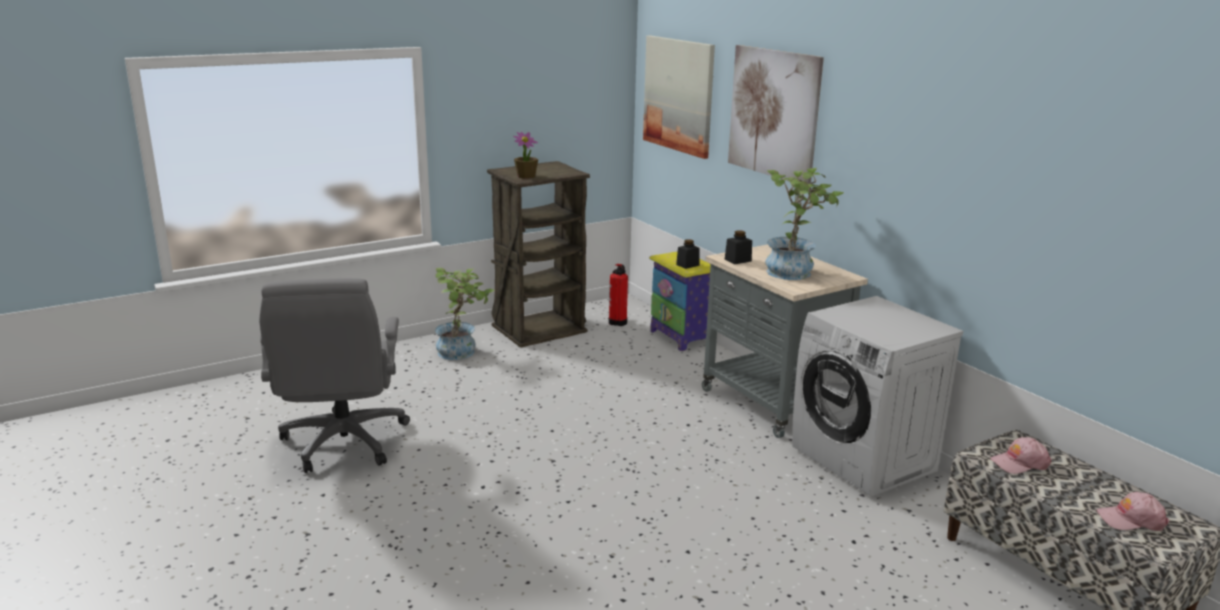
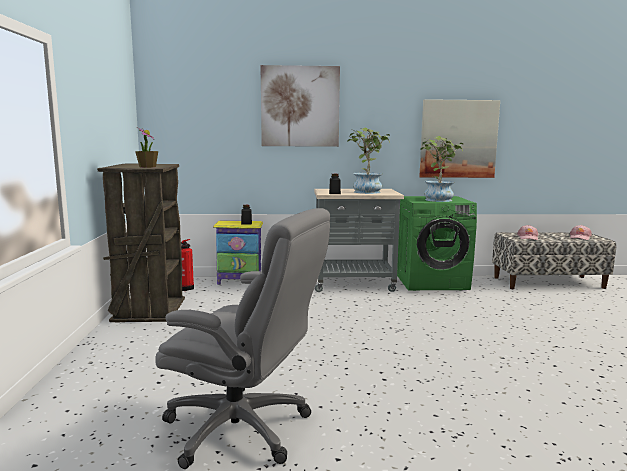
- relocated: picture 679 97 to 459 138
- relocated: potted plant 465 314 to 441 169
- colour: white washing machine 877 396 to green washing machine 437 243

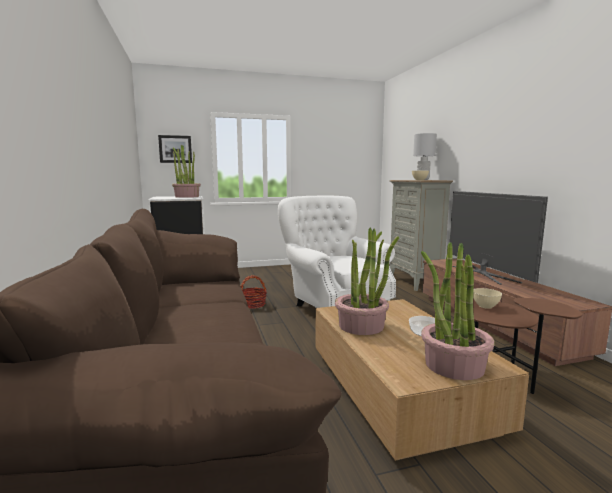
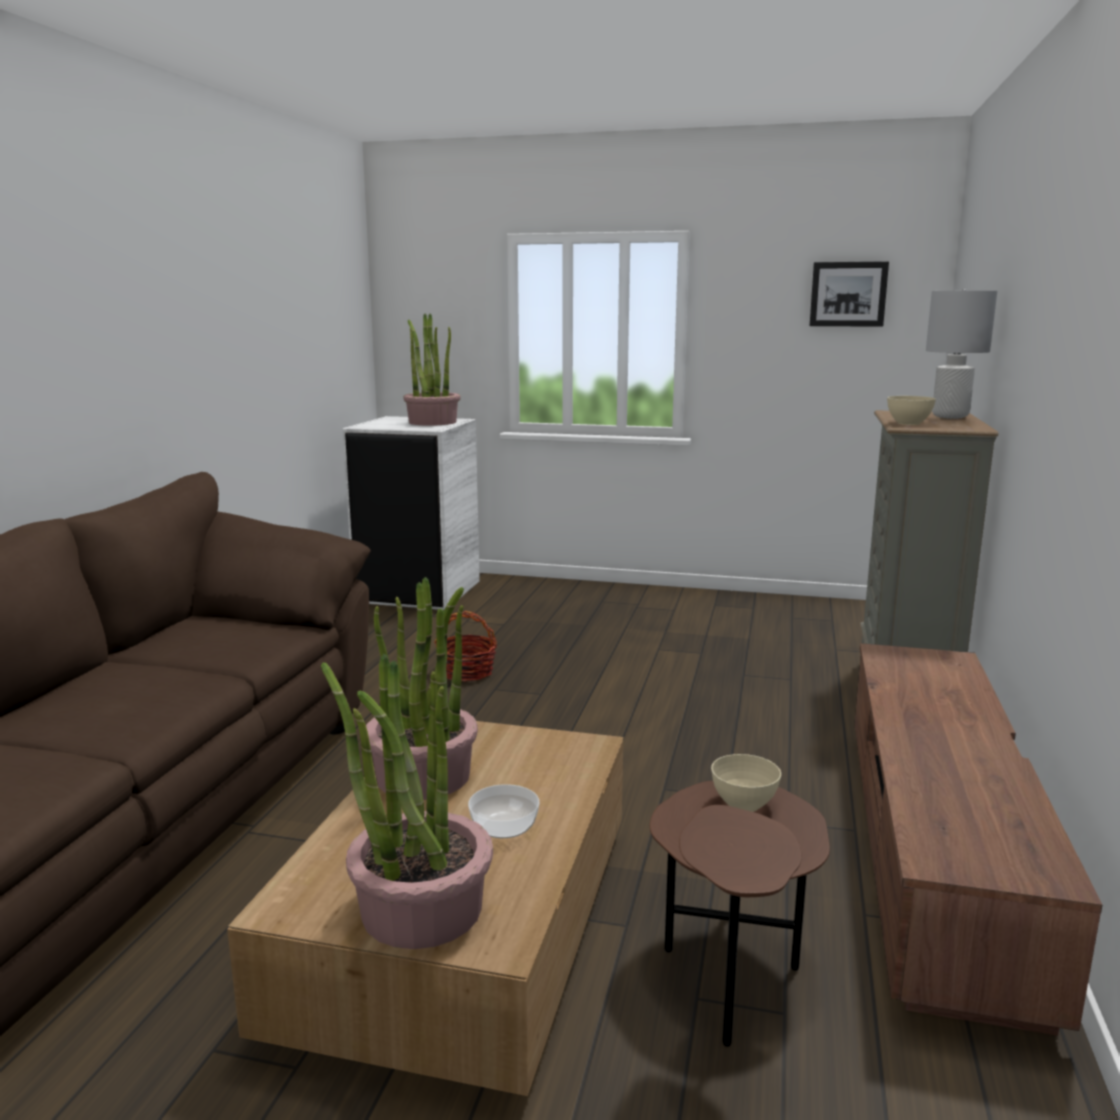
- relocated: picture 175 149 to 849 294
- missing: television 499 238
- missing: white armchair 337 251

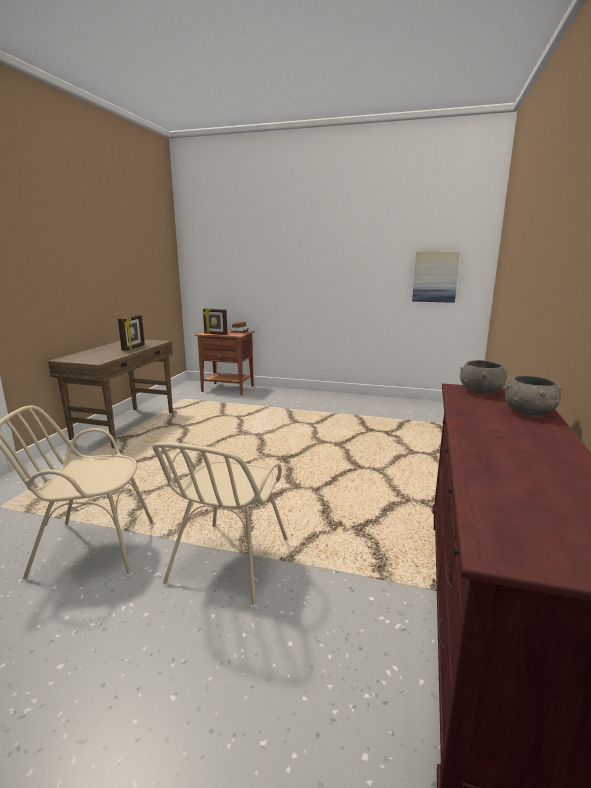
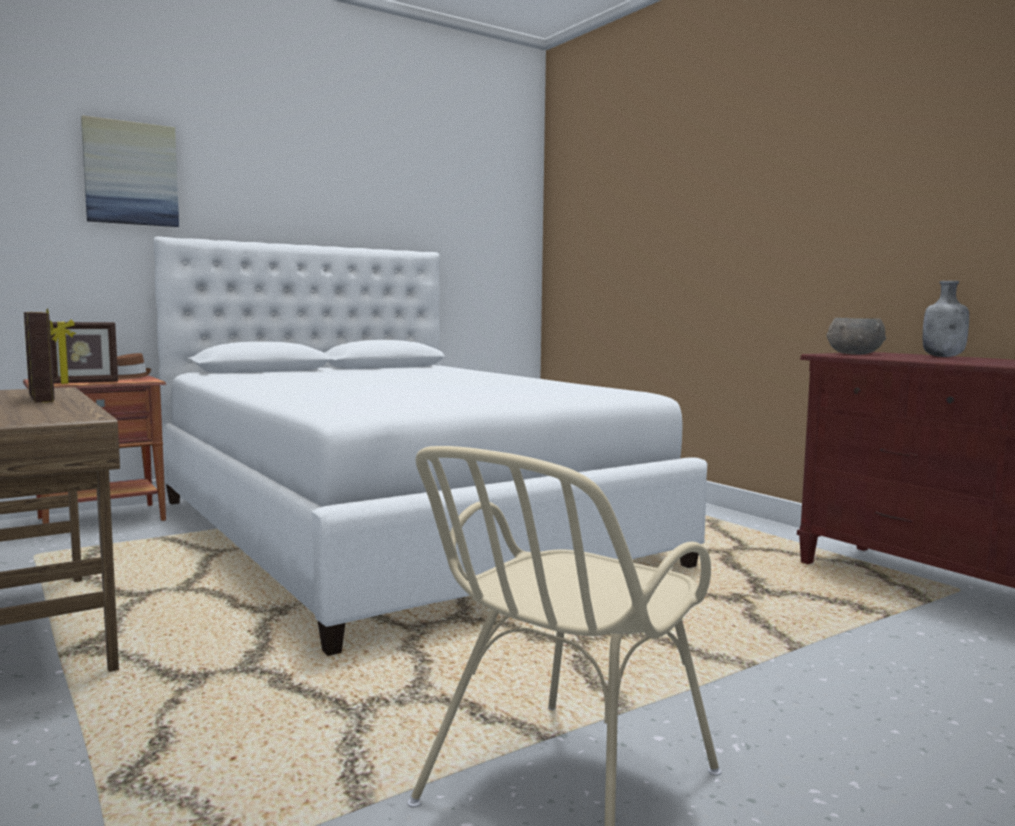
- relocated: picture 436 277 to 130 171
- exchanged: grey bowl 533 395 to grey bottle 946 319
- missing: beige chair 220 525
- appeared: white bed 430 446

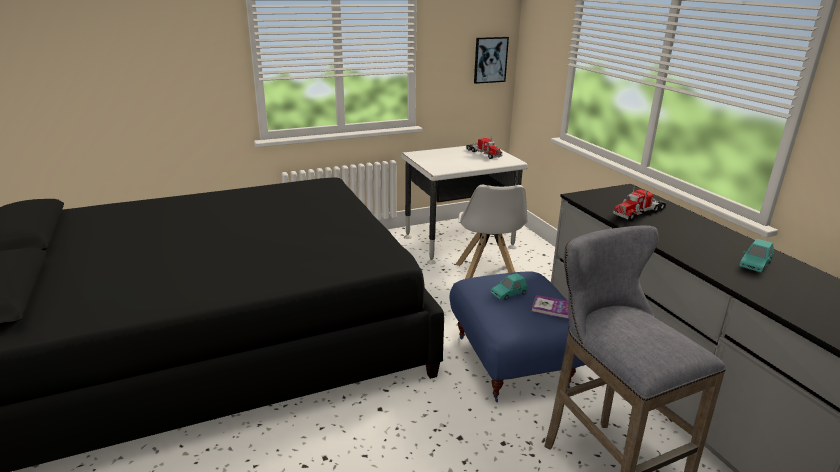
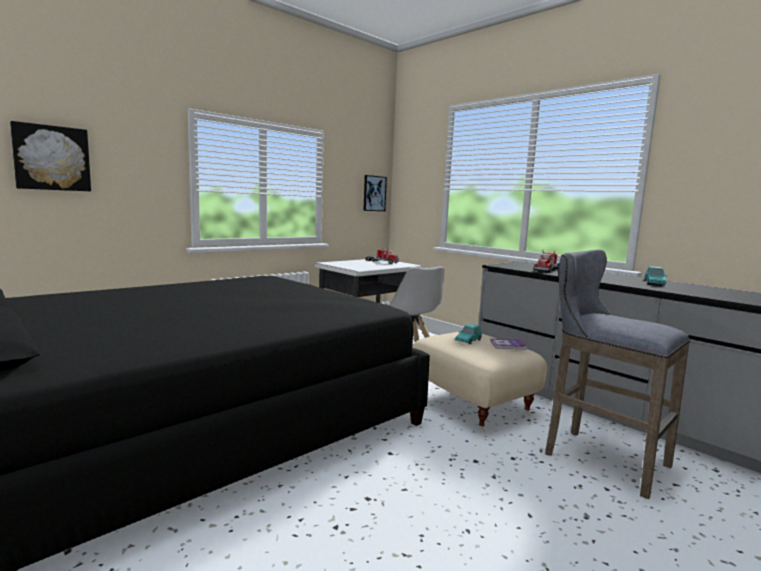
- colour: blue ottoman 518 336 to beige ottoman 480 382
- appeared: picture 50 156

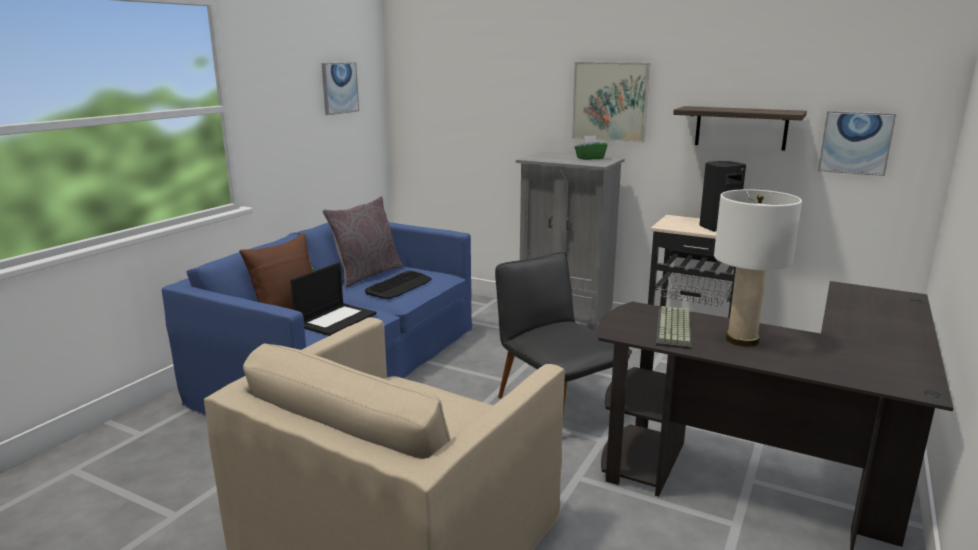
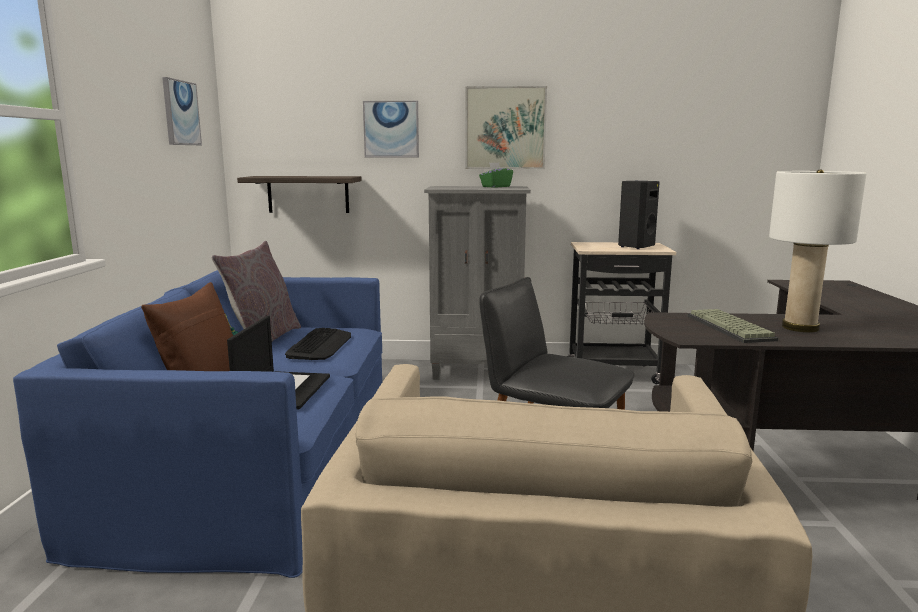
- relocated: shelf 740 128 to 299 194
- relocated: picture 857 143 to 391 129

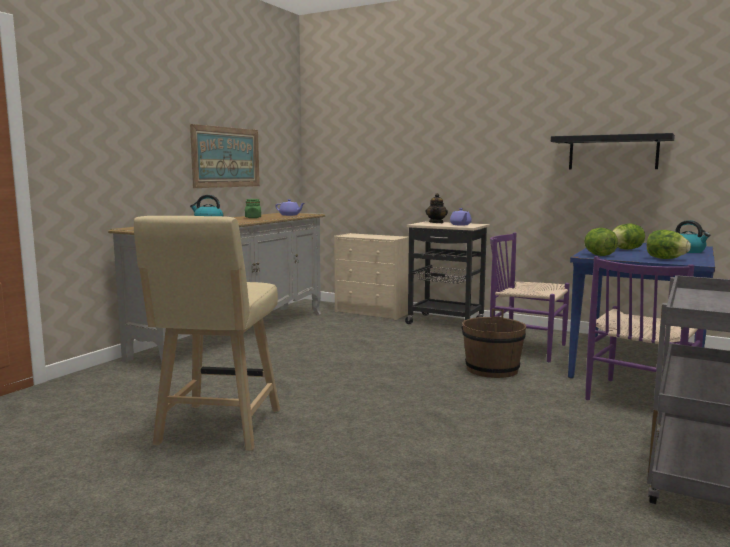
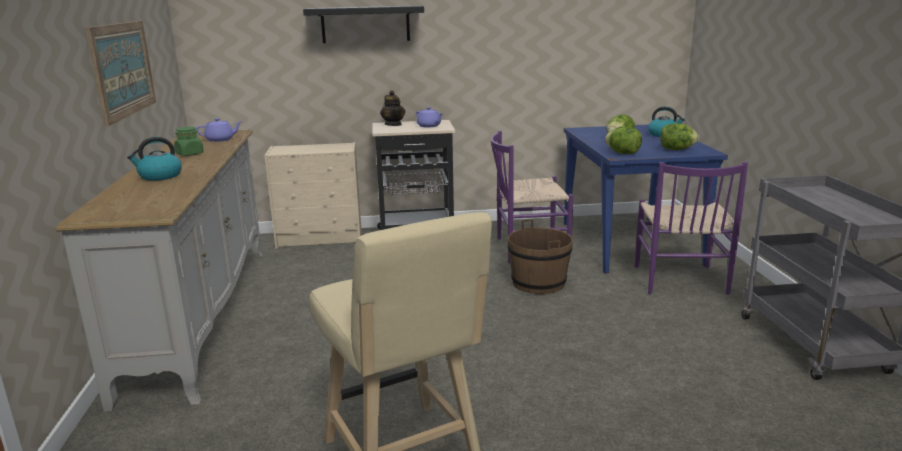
- relocated: black shelf 613 151 to 363 24

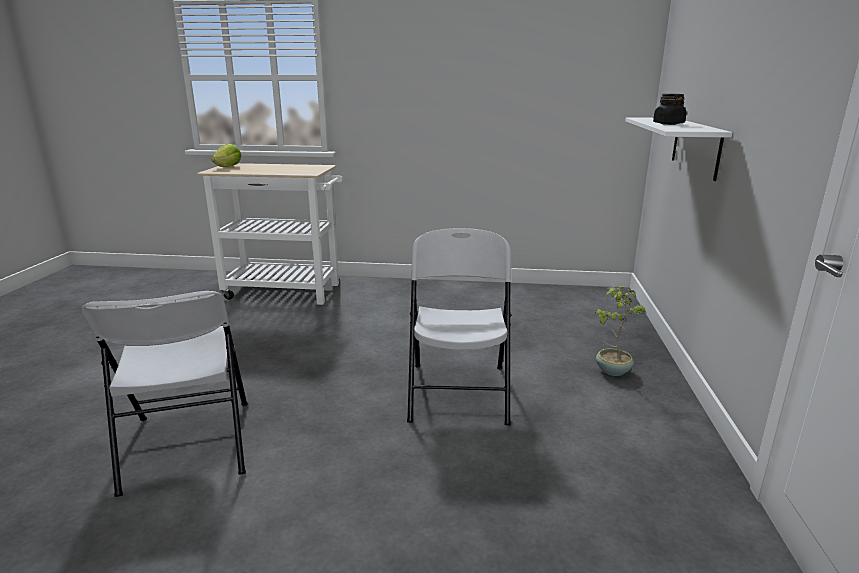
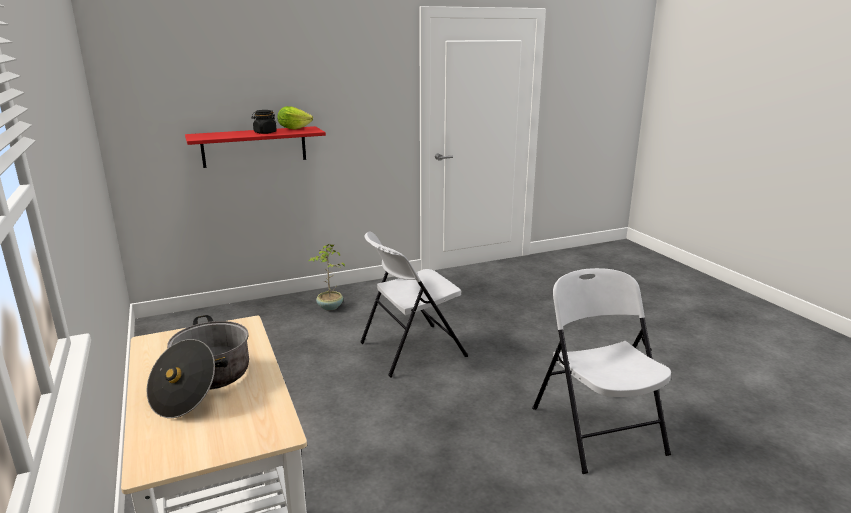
- colour: white shelf 678 149 to red shelf 255 147
- relocated: lettuce 226 155 to 295 118
- spun: white chair 165 394 = 601 371 60 degrees counterclockwise
- appeared: cooking pot 198 366

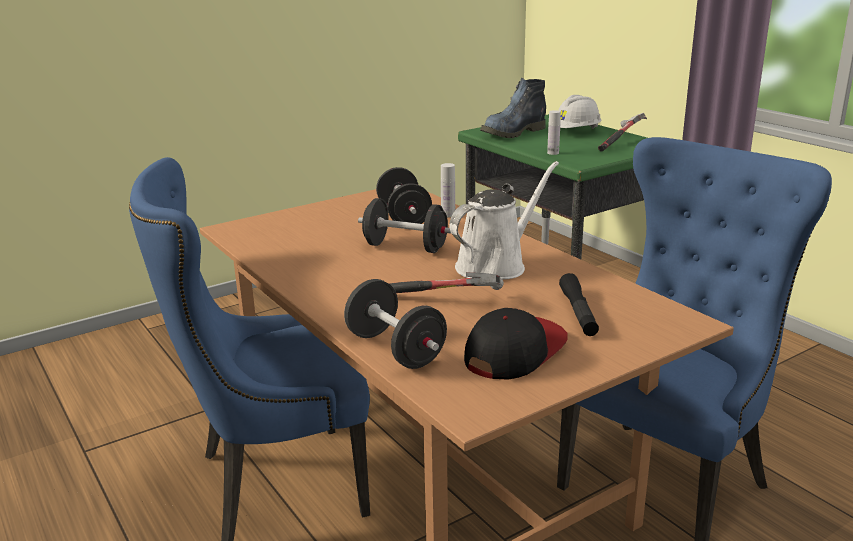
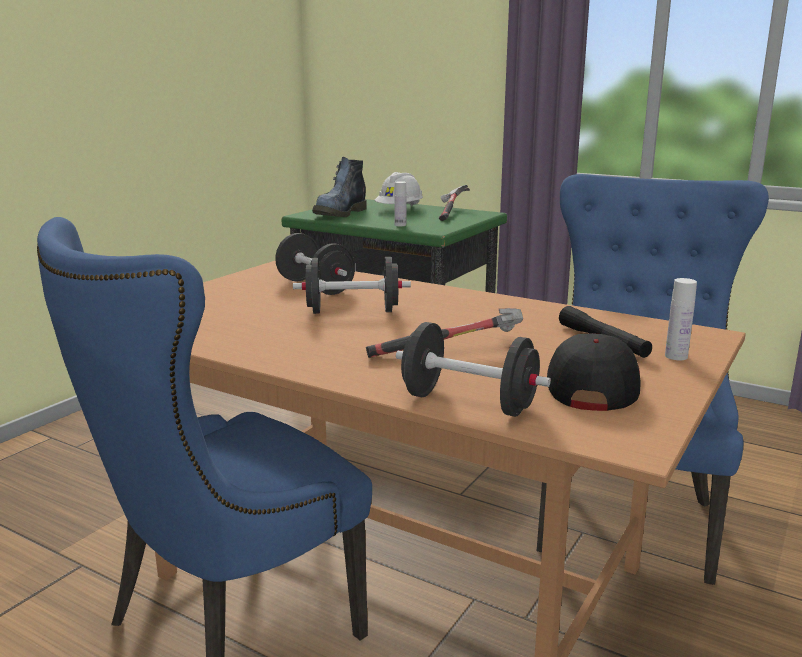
- missing: white watering can 504 220
- relocated: white bottle 448 190 to 681 319

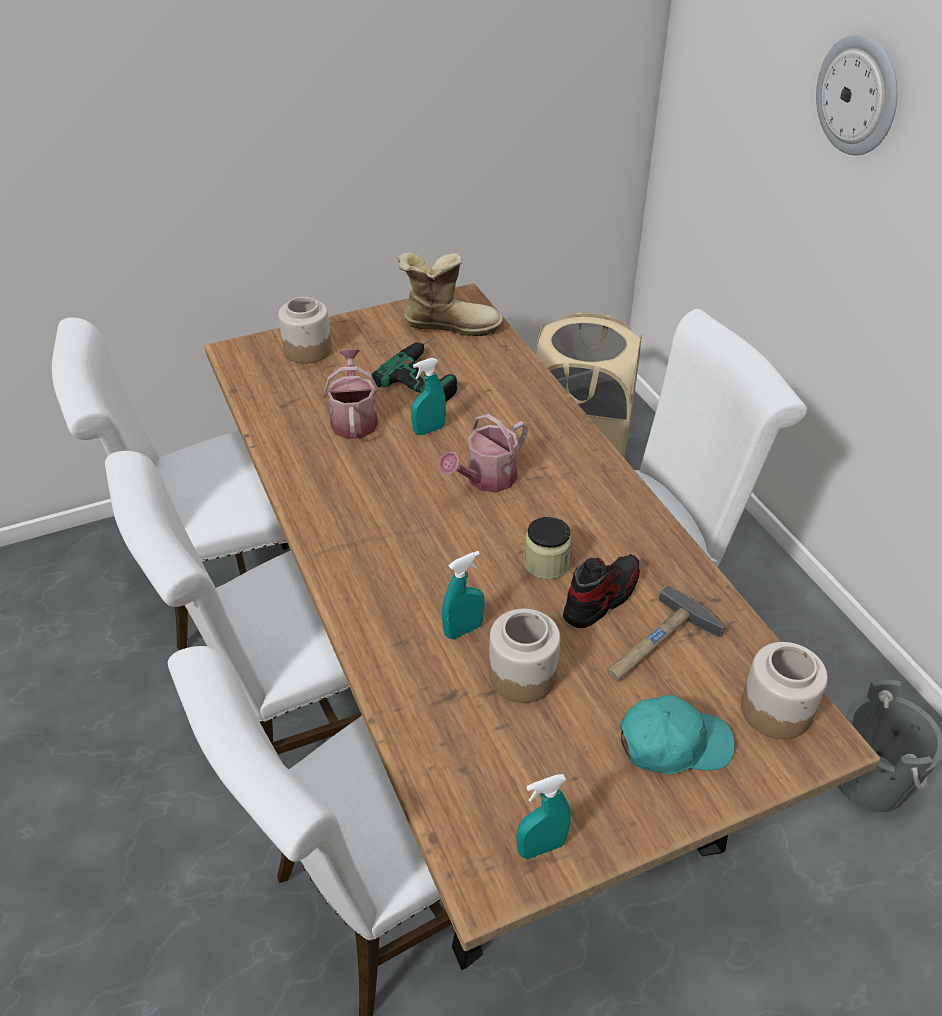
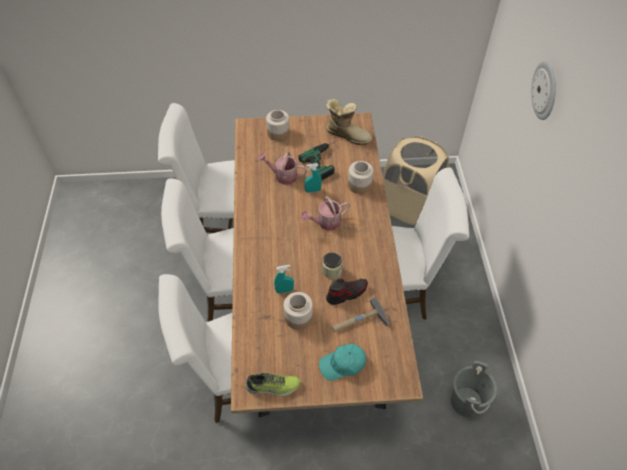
- spun: watering can 351 394 = 282 168 90 degrees counterclockwise
- relocated: jar 784 690 to 360 177
- spun: turquoise cap 677 734 = 342 362 150 degrees clockwise
- exchanged: turquoise spray bottle 543 816 to shoe 272 384

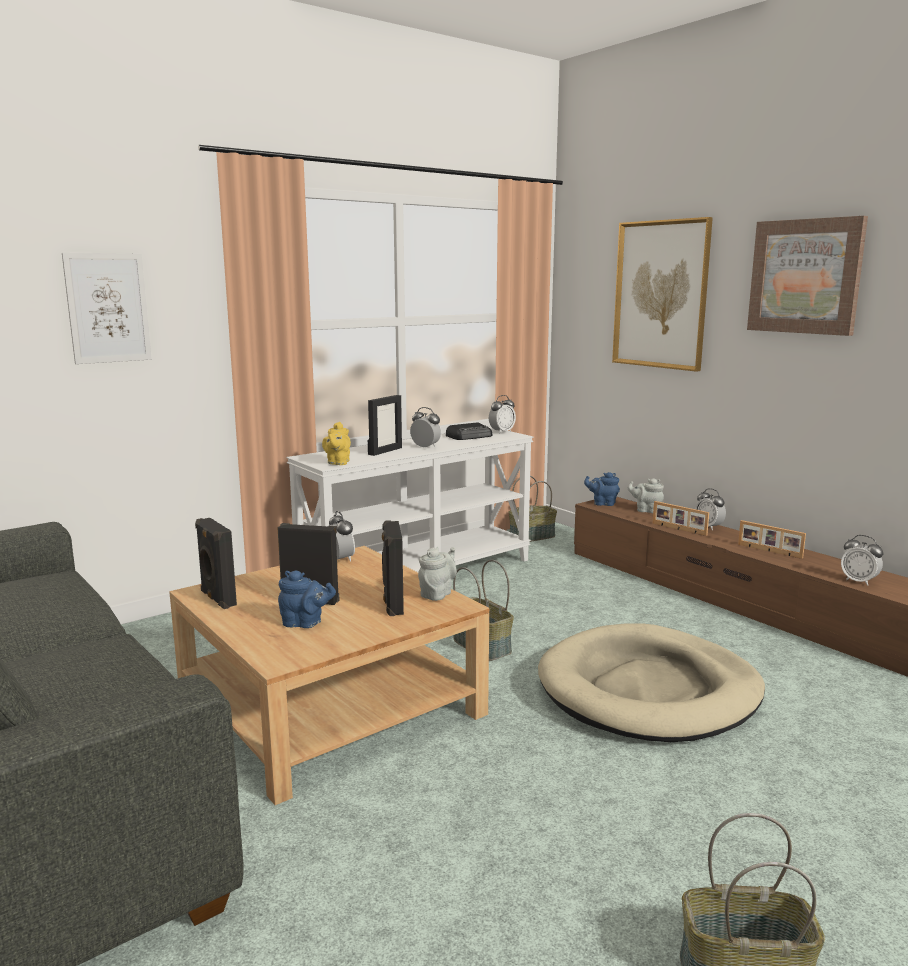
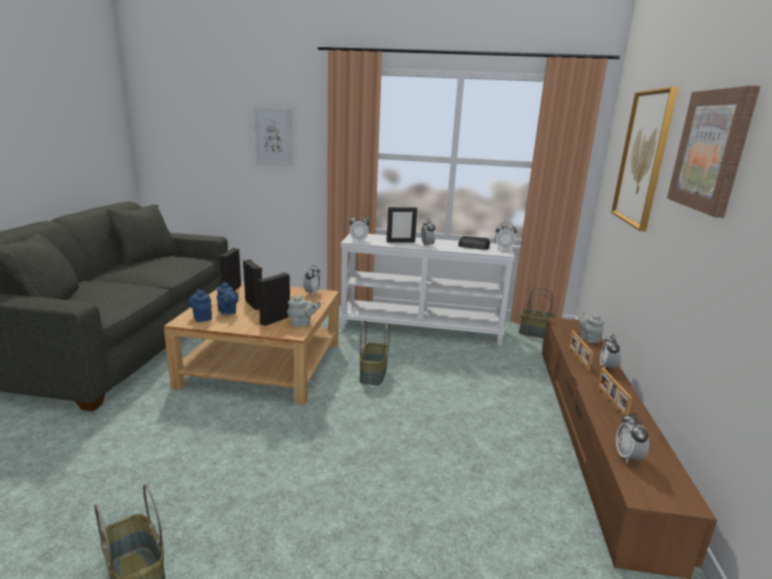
- exchanged: yellow teapot 336 443 to alarm clock 359 228
- relocated: blue teapot 602 489 to 200 305
- missing: beige dog bed 651 682

